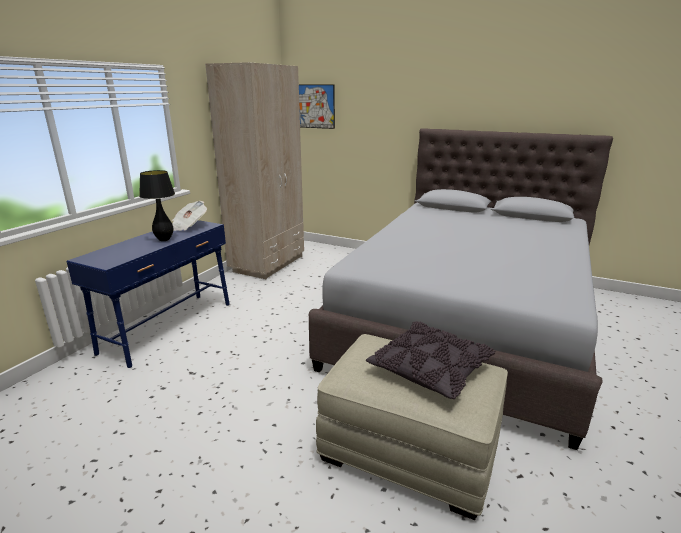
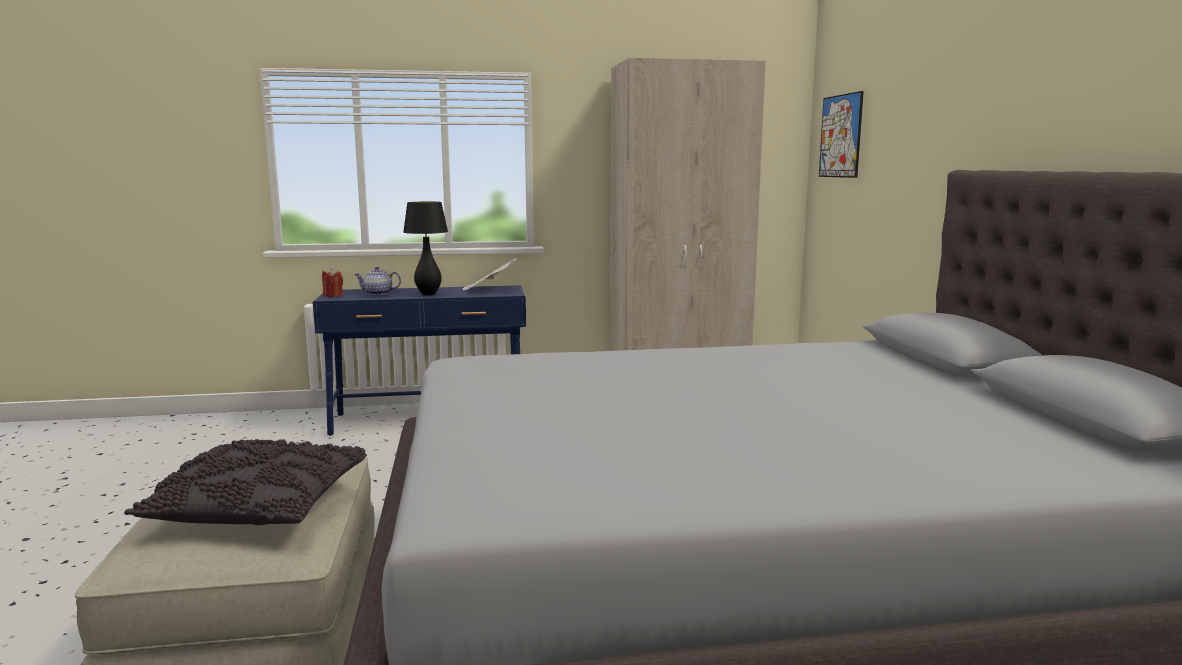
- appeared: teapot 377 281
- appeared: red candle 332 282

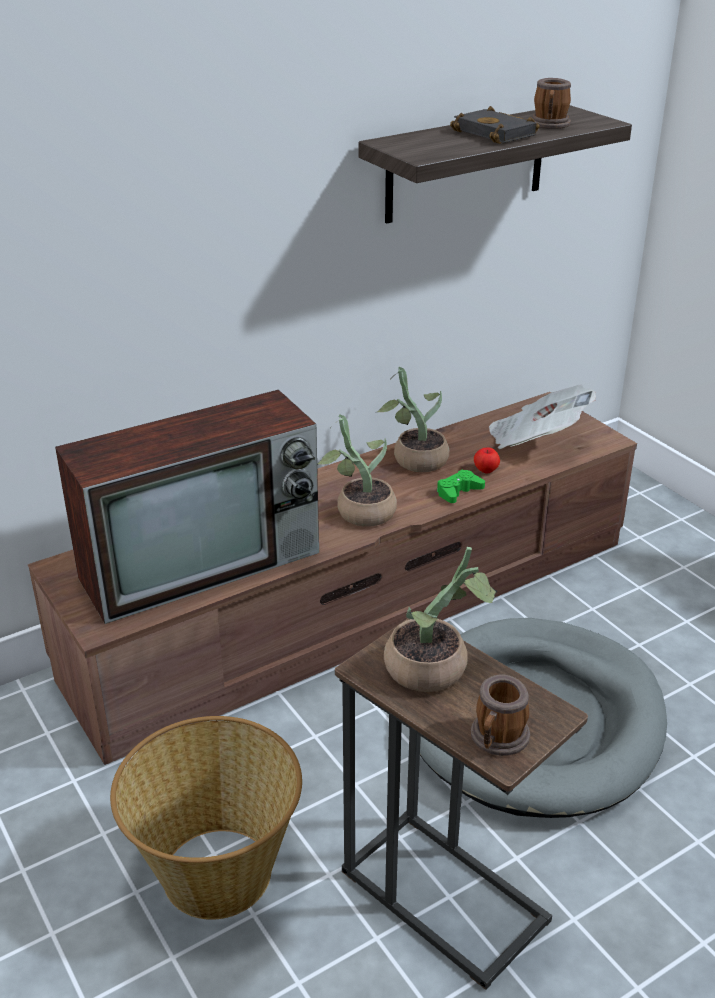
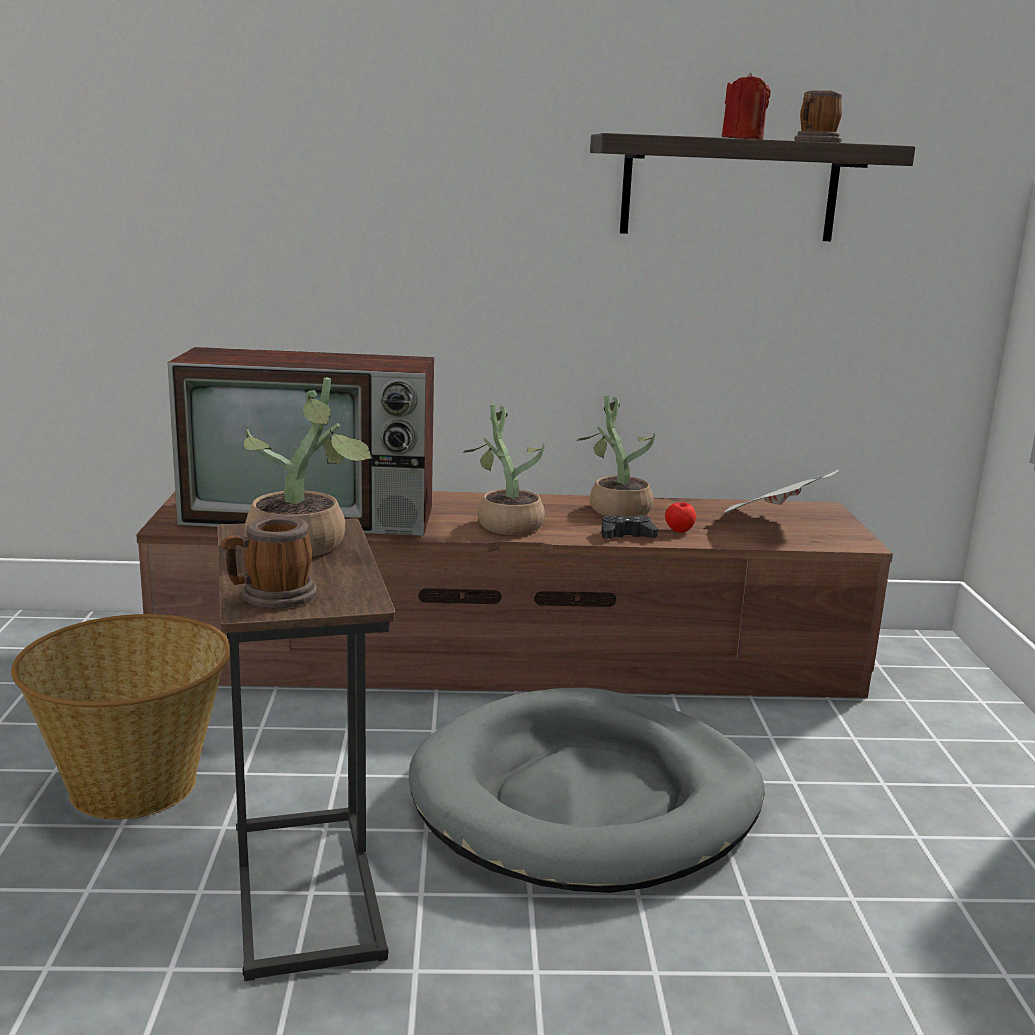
- exchanged: black book 495 125 to red candle 746 106
- colour: green game controller 461 486 to black game controller 629 527

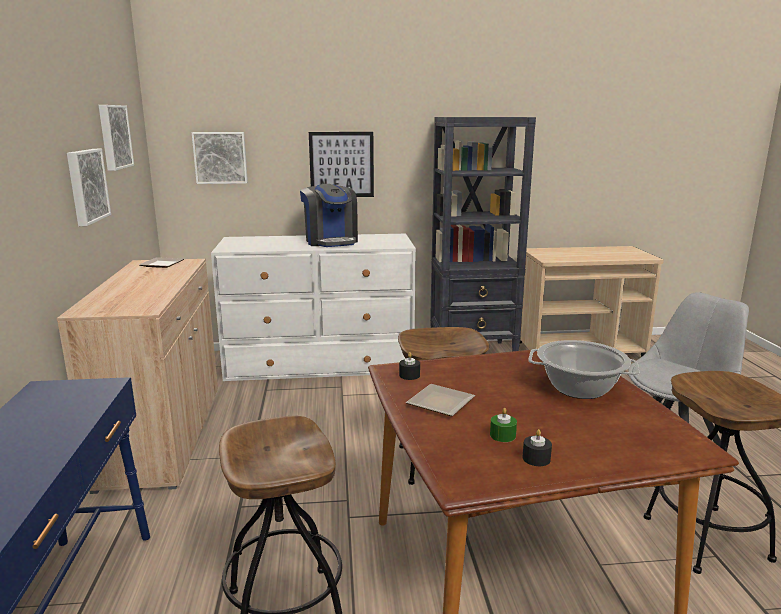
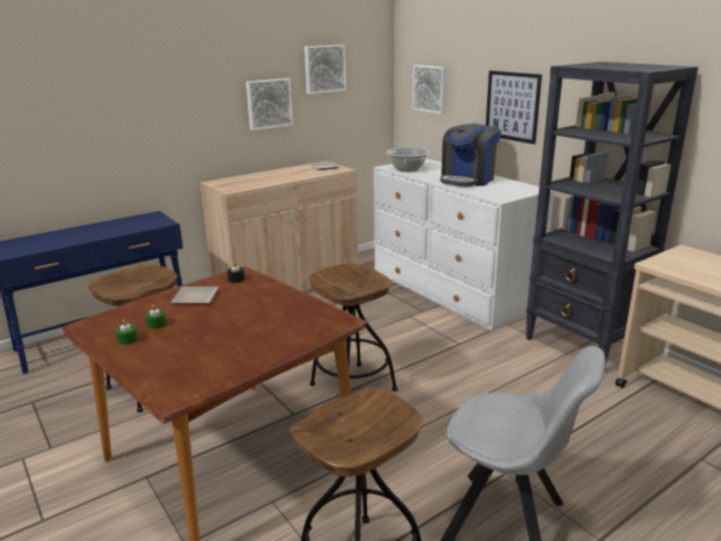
- relocated: cooking pot 583 369 to 408 159
- colour: black candle 537 447 to green candle 126 332

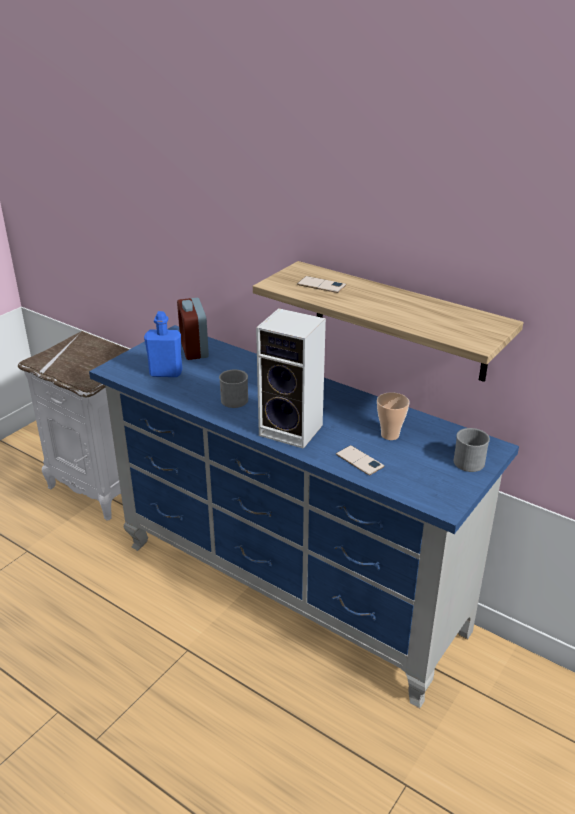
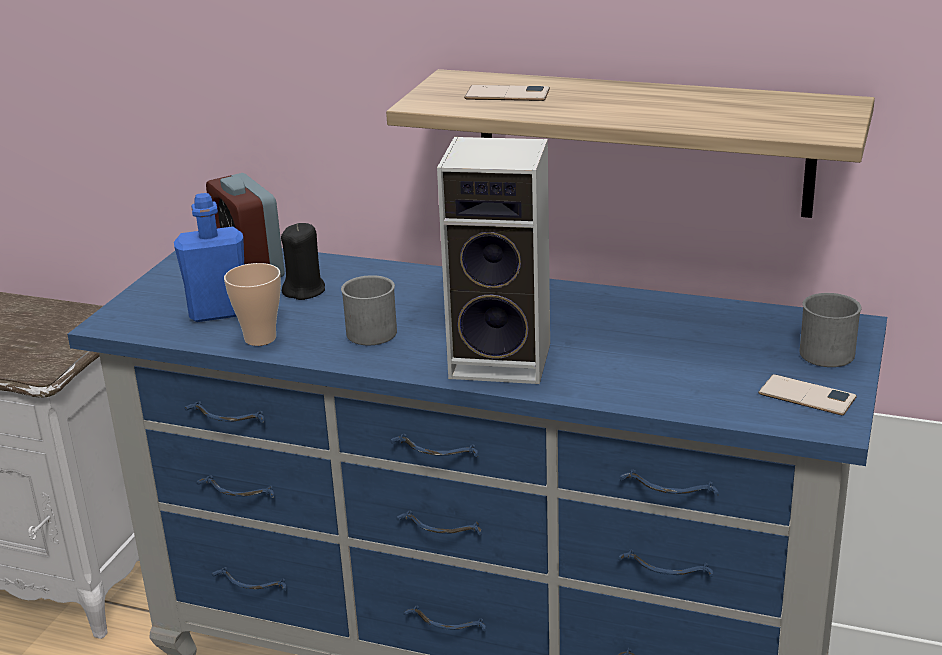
- relocated: cup 393 416 to 252 304
- relocated: phone 360 460 to 807 394
- appeared: black candle 303 261

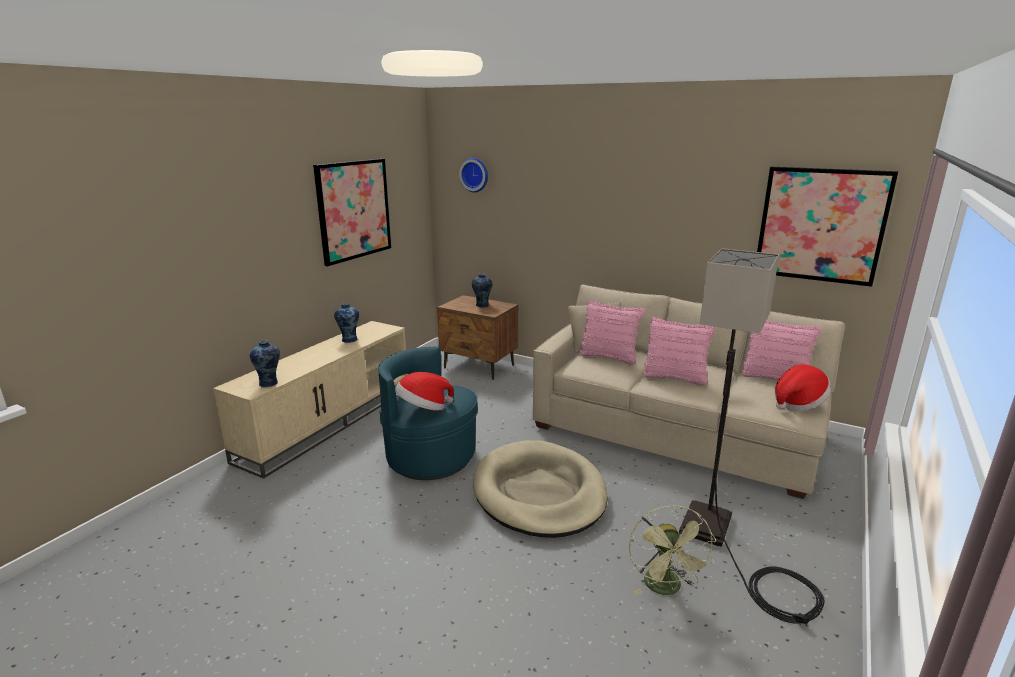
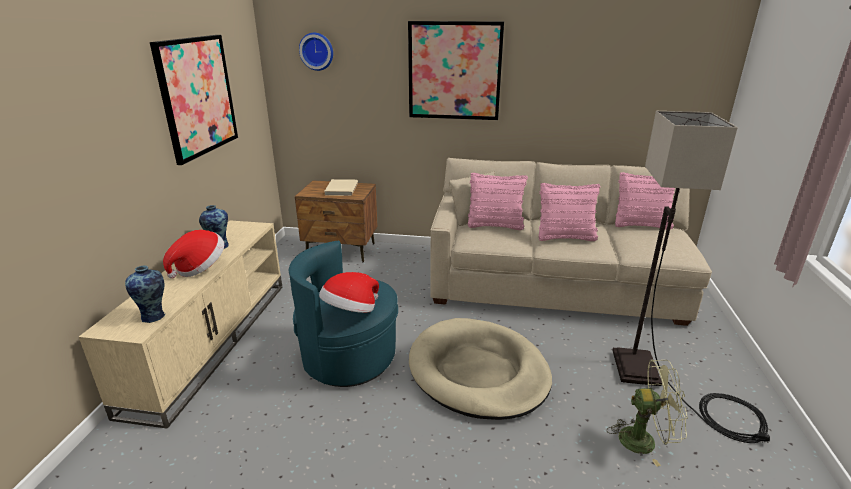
- relocated: picture 827 227 to 456 70
- exchanged: vase 482 290 to beige book 341 187
- relocated: hat 803 387 to 193 254
- spun: green fan 672 550 = 647 413 60 degrees counterclockwise

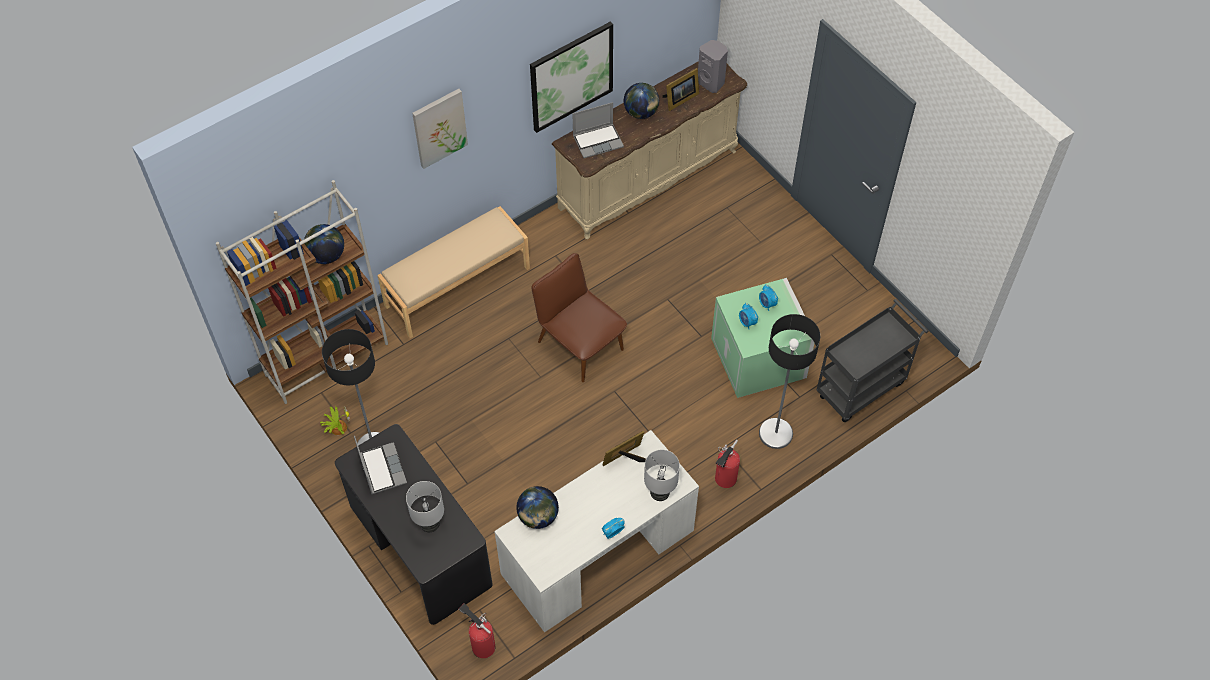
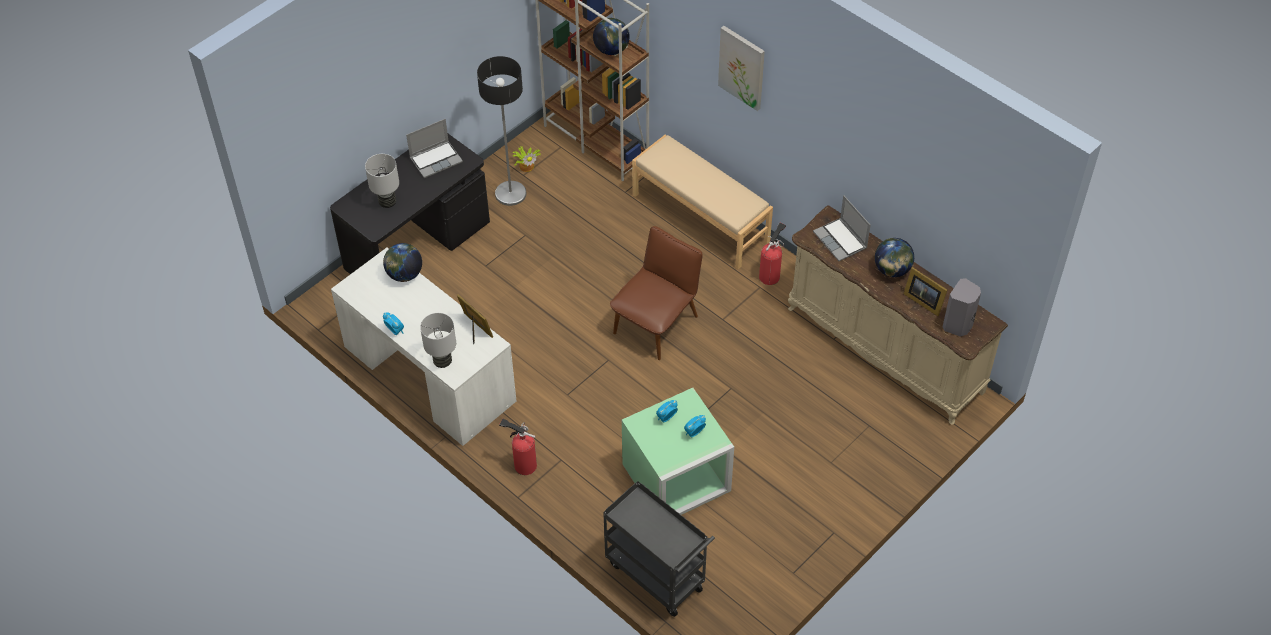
- missing: picture 571 77
- missing: floor lamp 789 381
- relocated: fire extinguisher 476 630 to 772 253

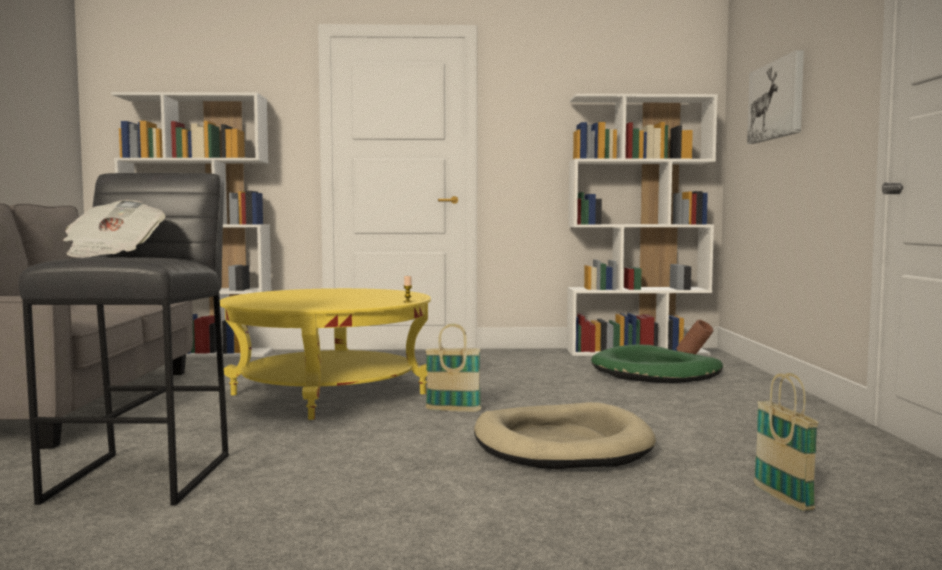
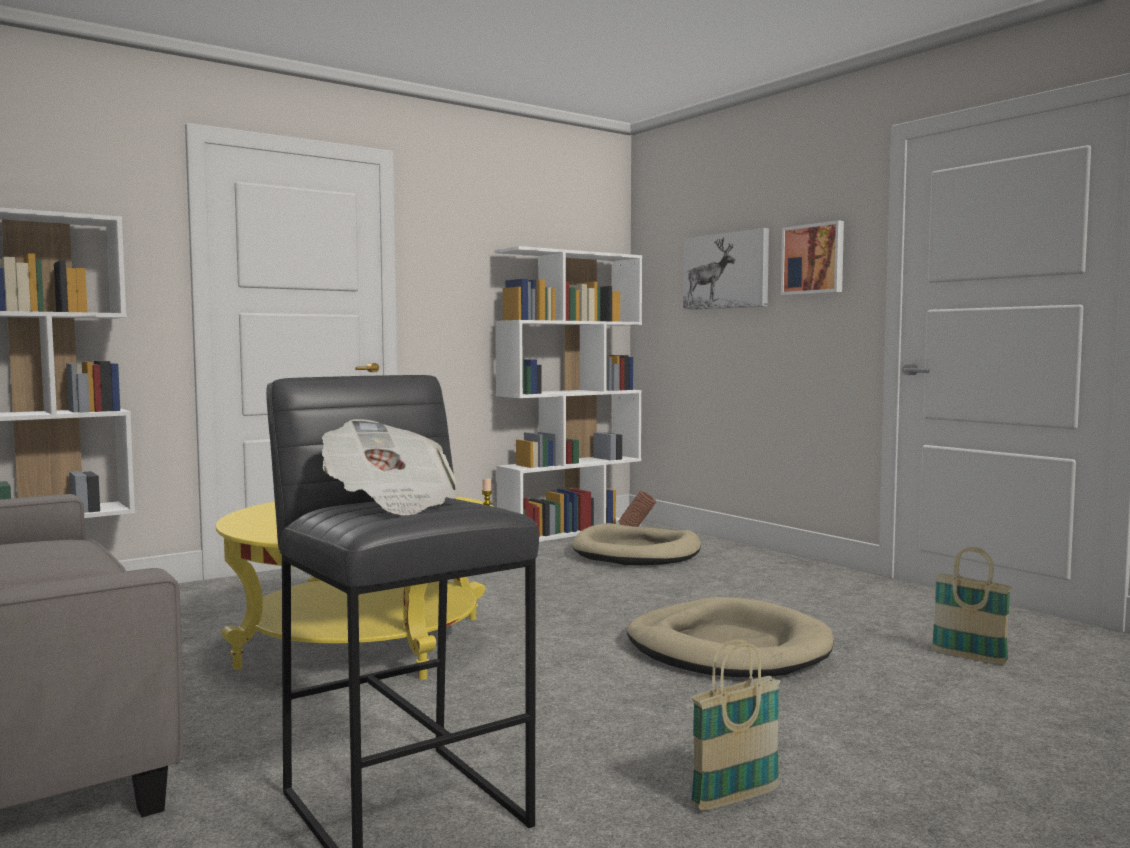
- relocated: basket 453 368 to 735 725
- colour: green dog bed 657 364 to beige dog bed 636 544
- appeared: picture 812 257

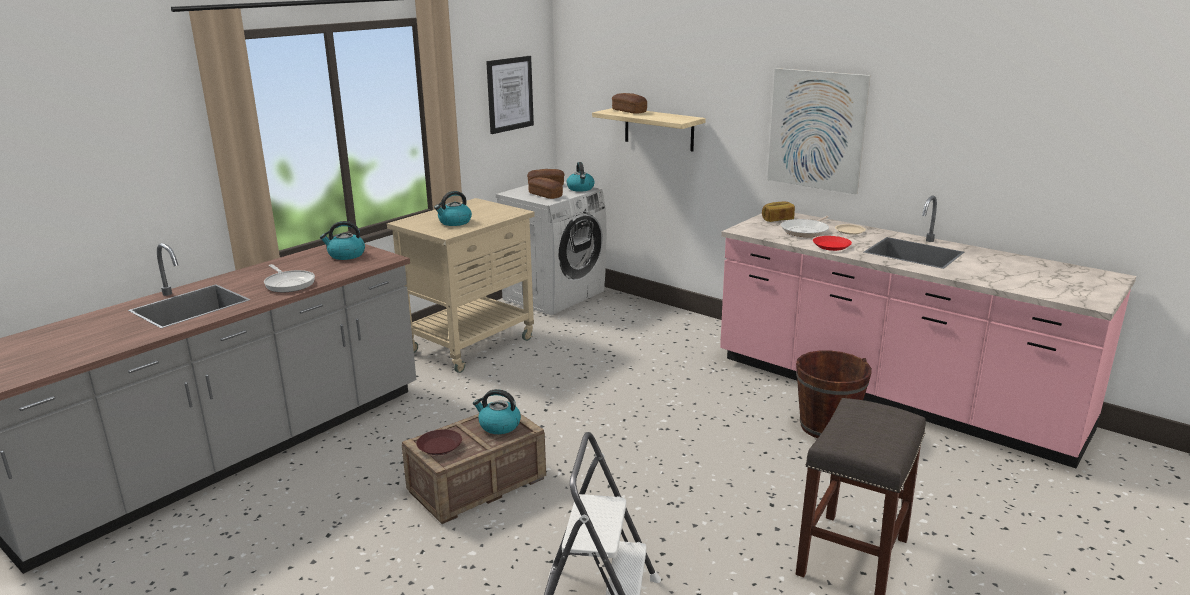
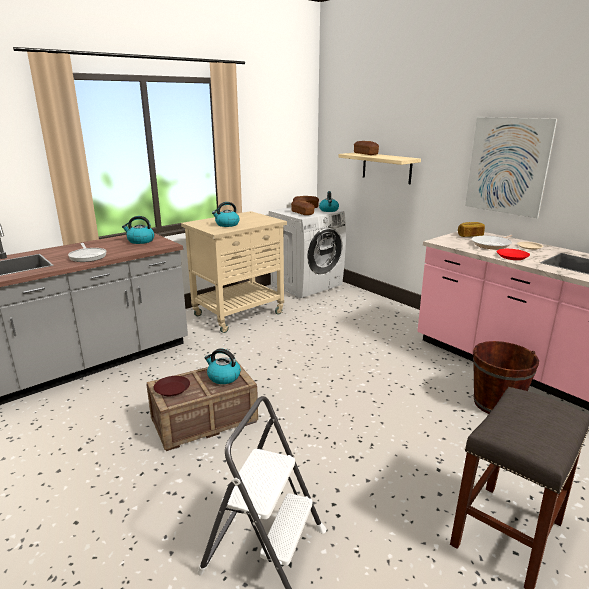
- missing: picture 510 95

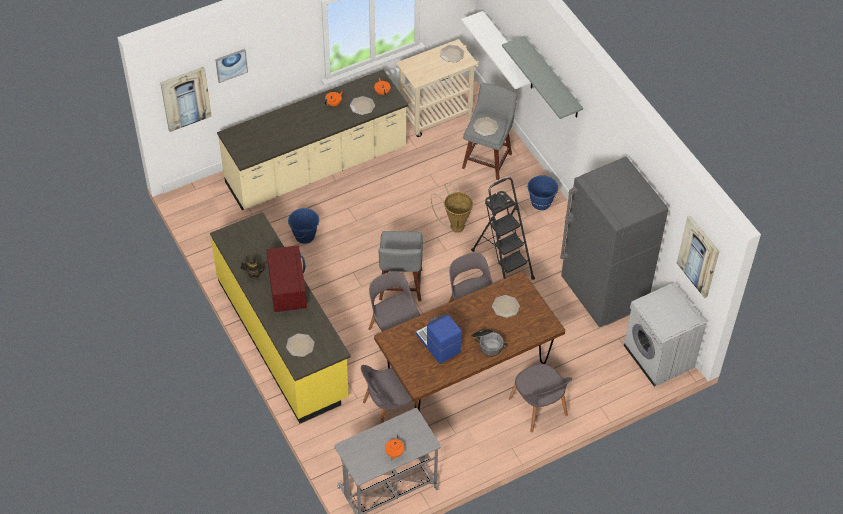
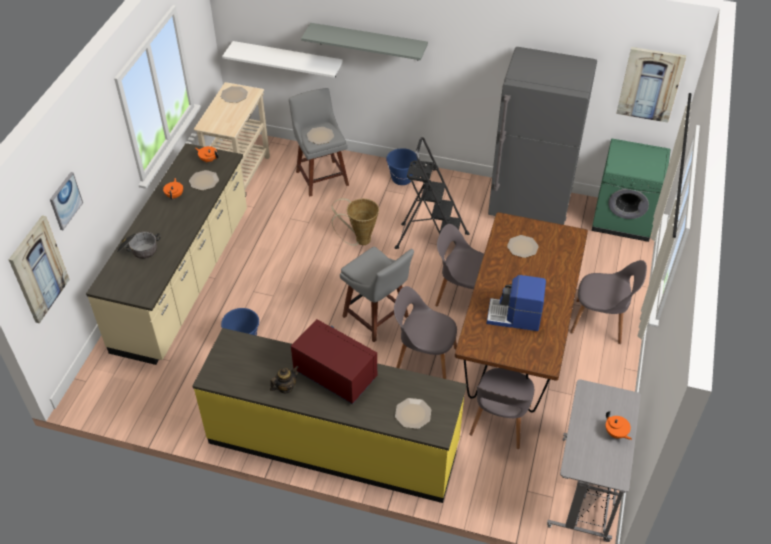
- colour: white washing machine 665 334 to green washing machine 631 190
- relocated: cooking pot 489 343 to 139 245

